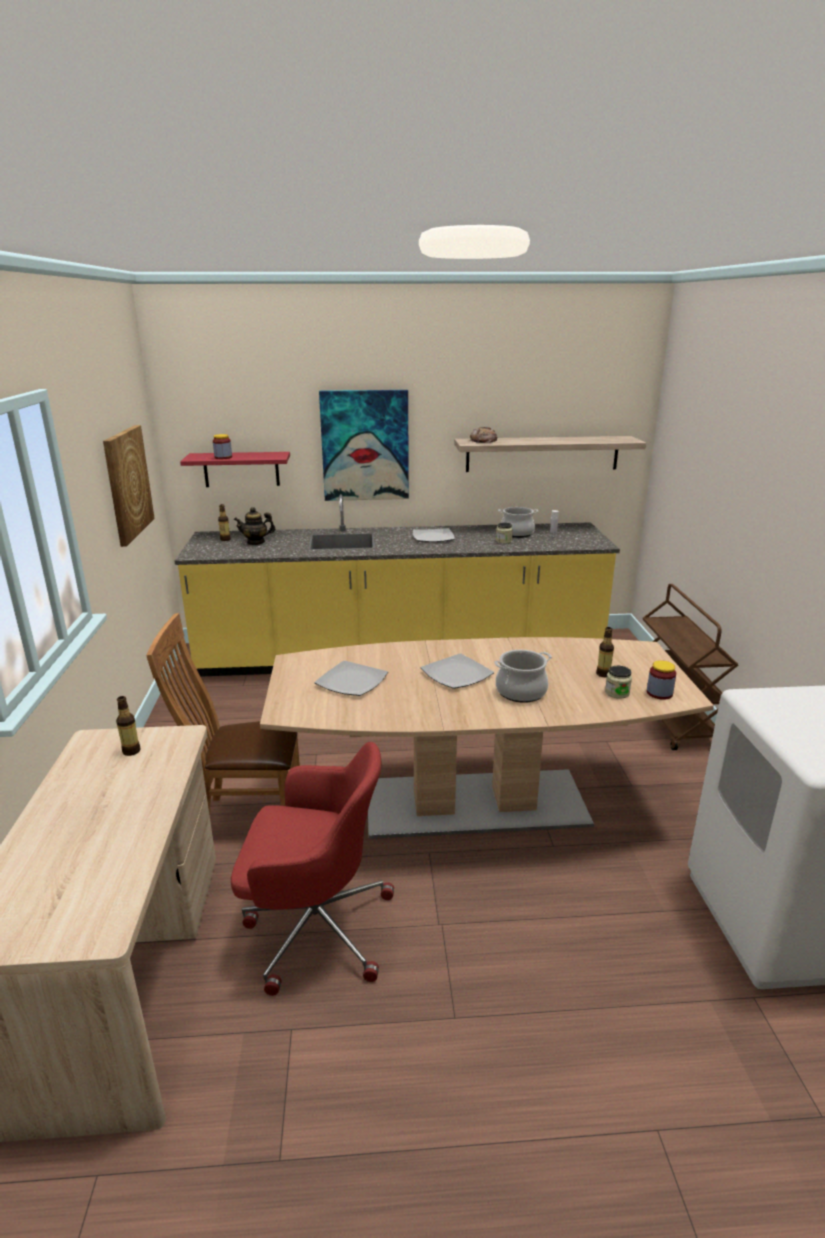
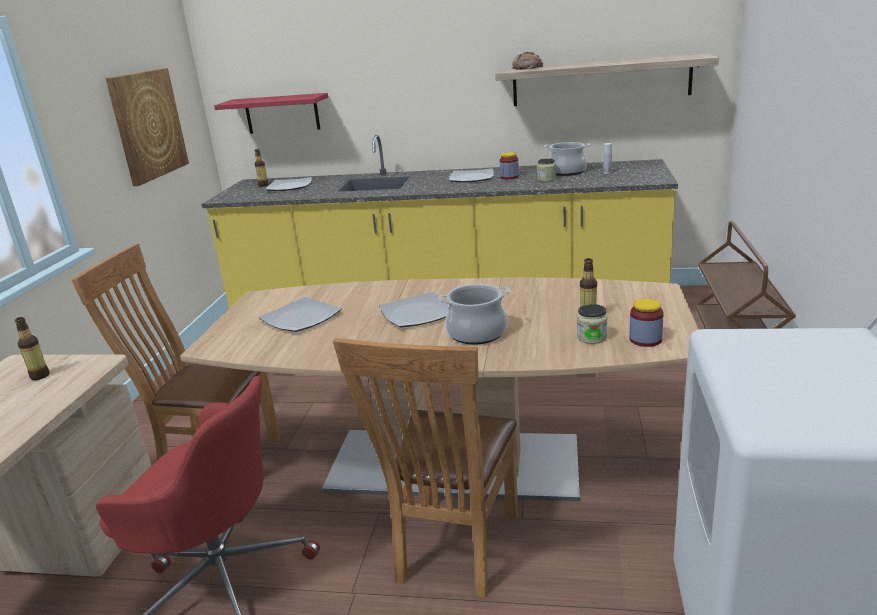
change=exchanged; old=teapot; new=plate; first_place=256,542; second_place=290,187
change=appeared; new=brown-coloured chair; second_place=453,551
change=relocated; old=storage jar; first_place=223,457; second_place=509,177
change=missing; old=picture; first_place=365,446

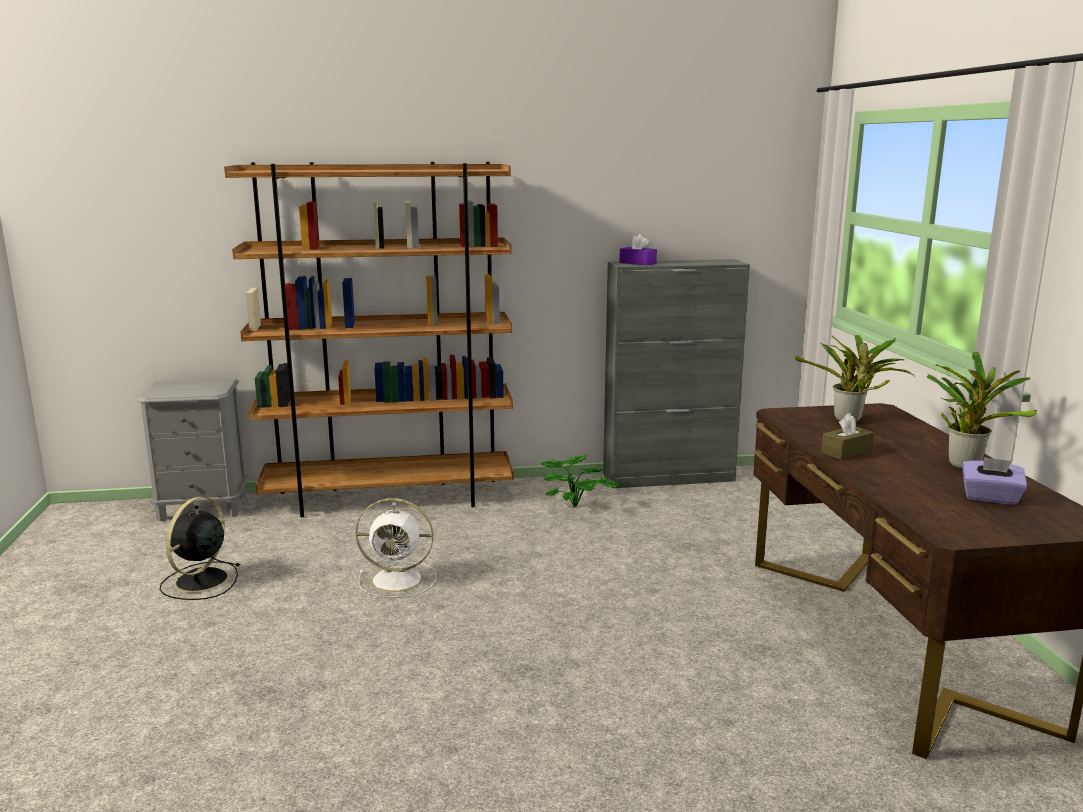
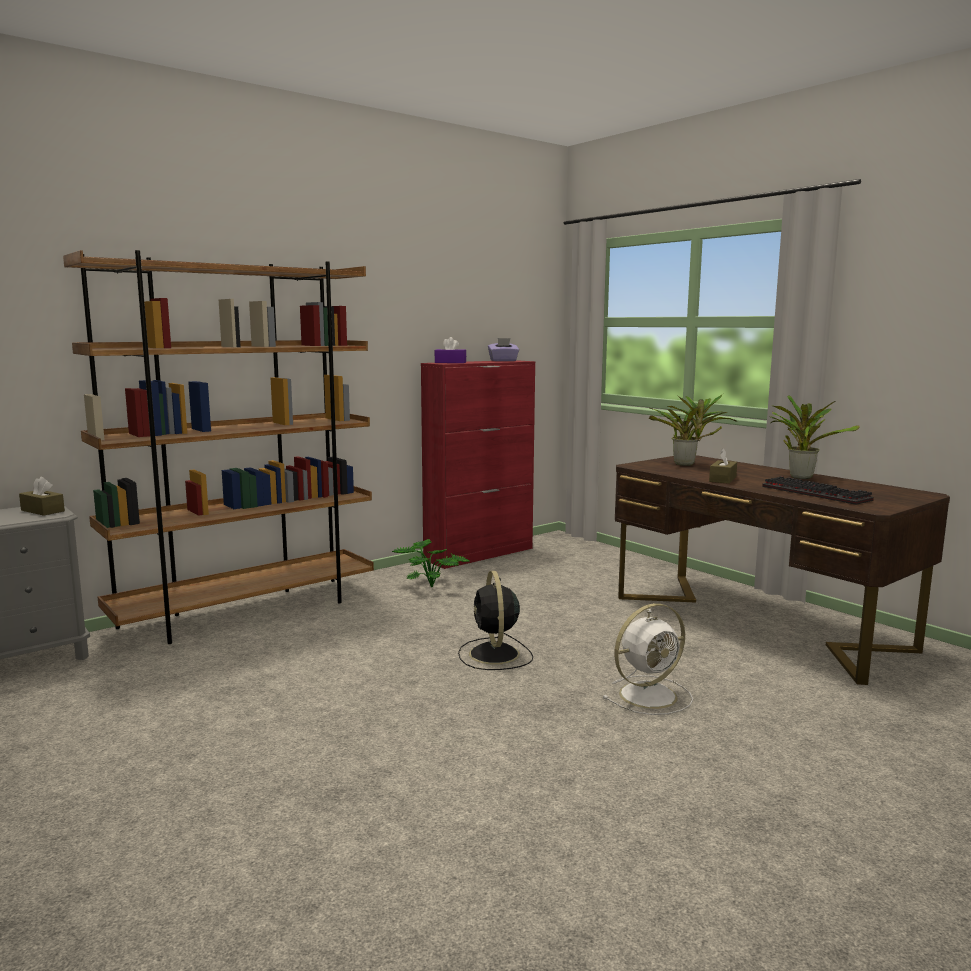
change=appeared; new=brown-coloured box of tissues; second_place=42,511
change=colour; old=grey storage cabinet; new=red-coloured storage cabinet; first_place=669,477; second_place=480,554
change=relocated; old=black fan; first_place=200,581; second_place=494,655
change=relocated; old=purple box of tissues; first_place=990,498; second_place=503,361
change=relocated; old=white-coloured fan; first_place=399,580; second_place=650,695
change=appeared; new=PC keyboard; second_place=818,493

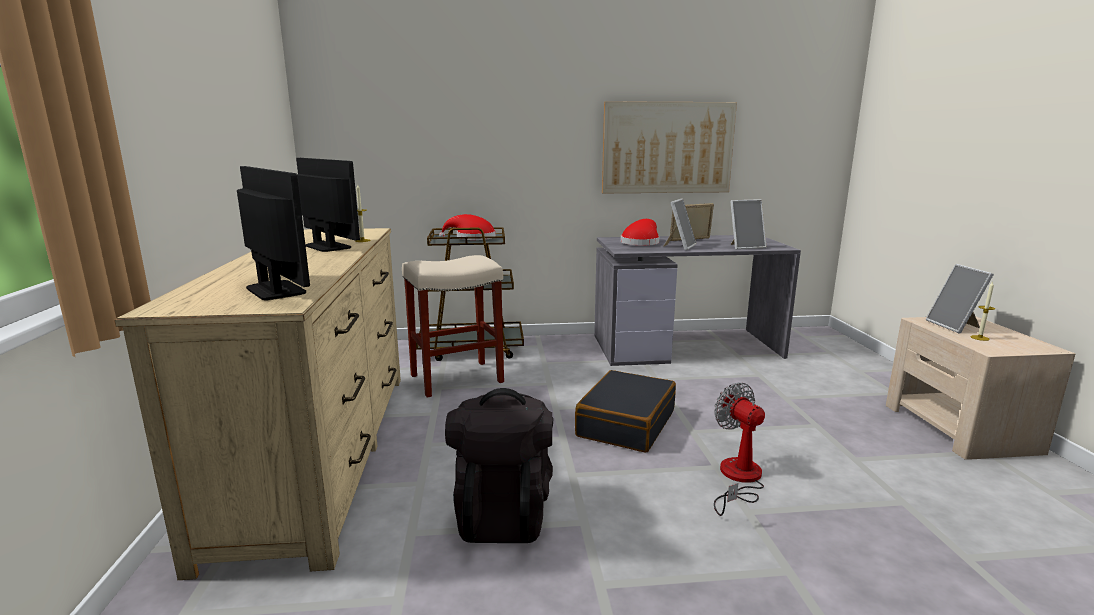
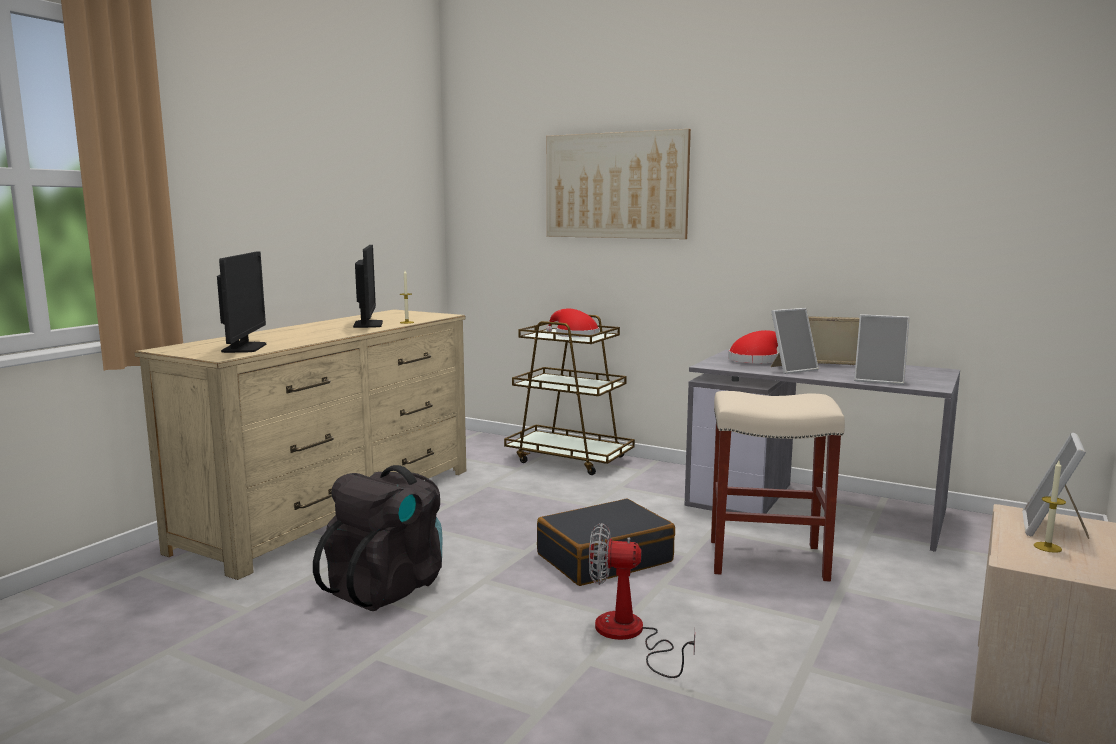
change=relocated; old=picture; first_place=667,148; second_place=615,185
change=spun; old=fan; first_place=738,479; second_place=629,635; degrees=-90
change=relocated; old=sand-coloured stool; first_place=455,379; second_place=765,560

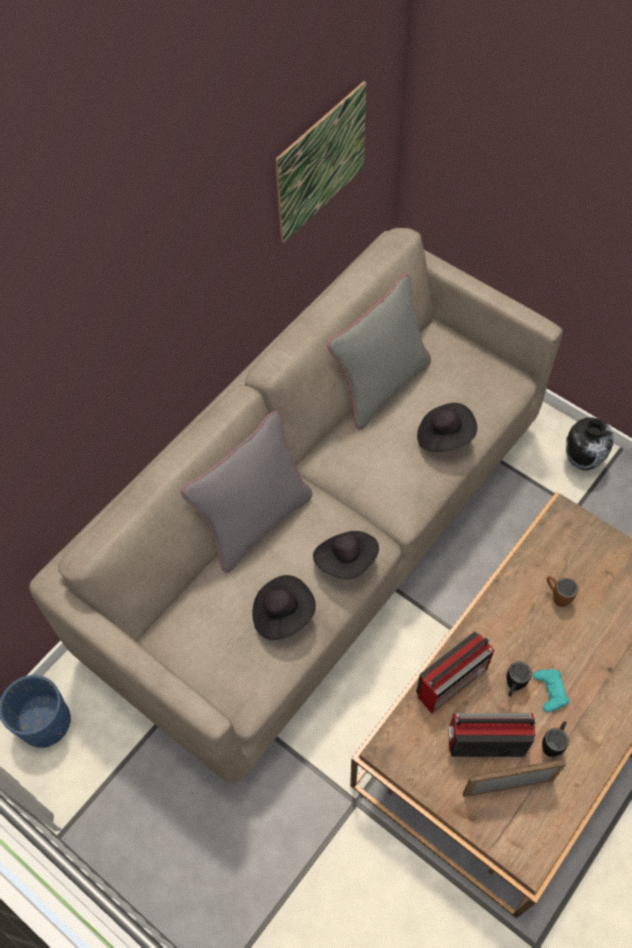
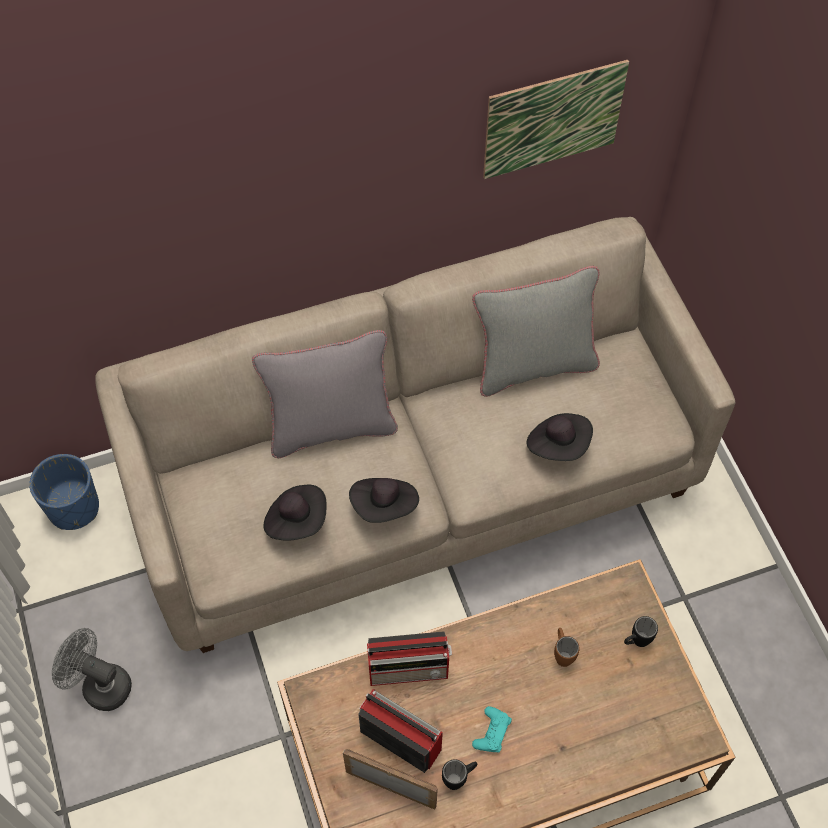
change=appeared; new=grey fan; second_place=100,685
change=relocated; old=black mug; first_place=512,687; second_place=636,642
change=missing; old=vase; first_place=582,461

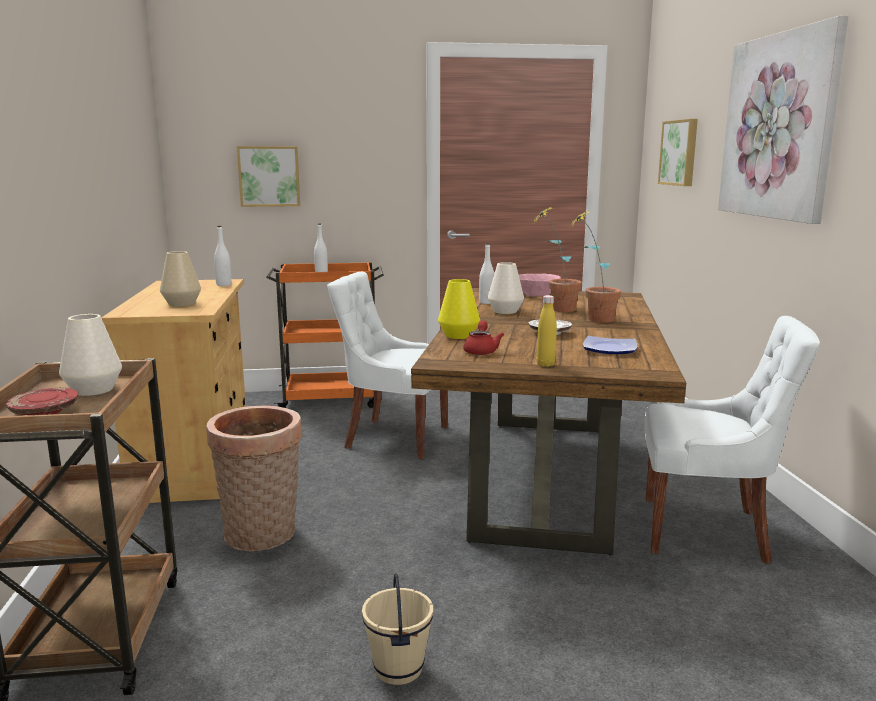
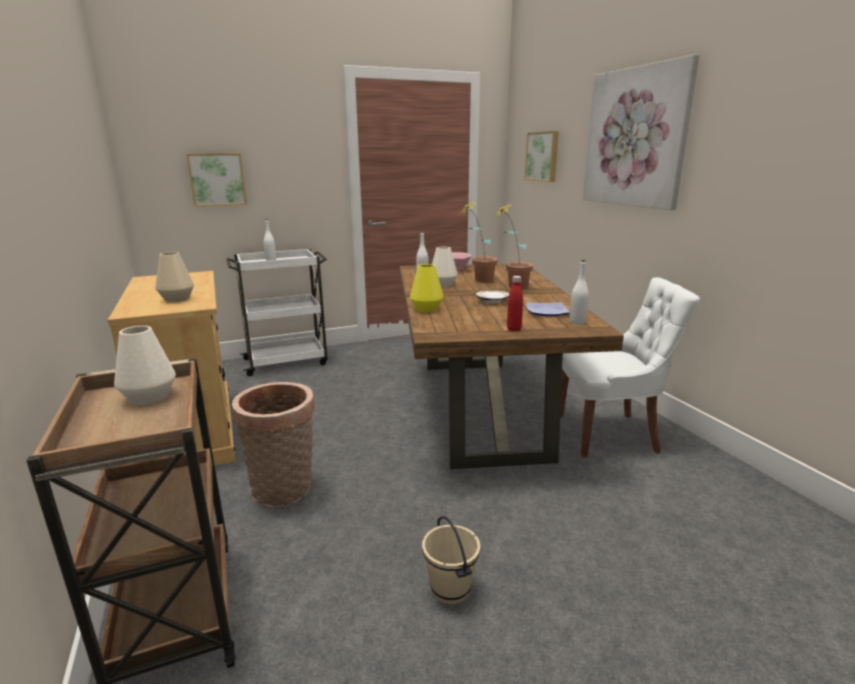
change=colour; old=orange-coloured wheeled cart; new=white-coloured wheeled cart; first_place=331,399; second_place=287,361
change=colour; old=yellowish bottle; new=red-coloured bottle; first_place=545,364; second_place=514,329
change=relocated; old=white-coloured bottle; first_place=223,285; second_place=577,322
change=missing; old=red-coloured plate; first_place=44,412
change=missing; old=white-coloured chair; first_place=394,437
change=missing; old=red-coloured teapot; first_place=481,351

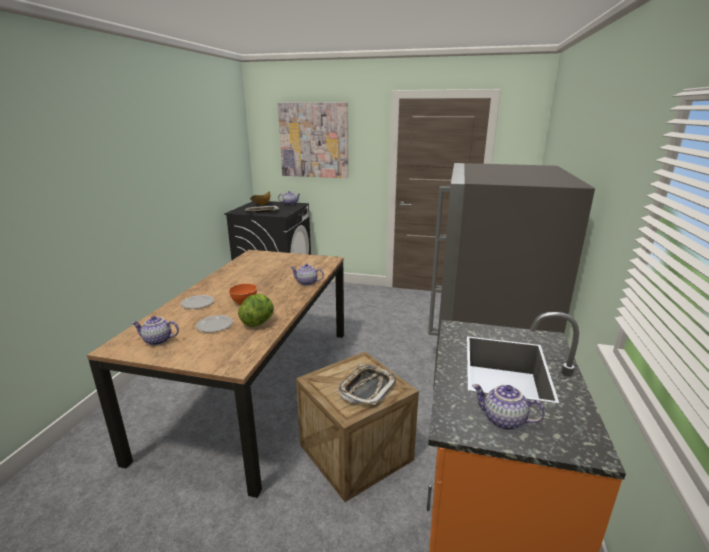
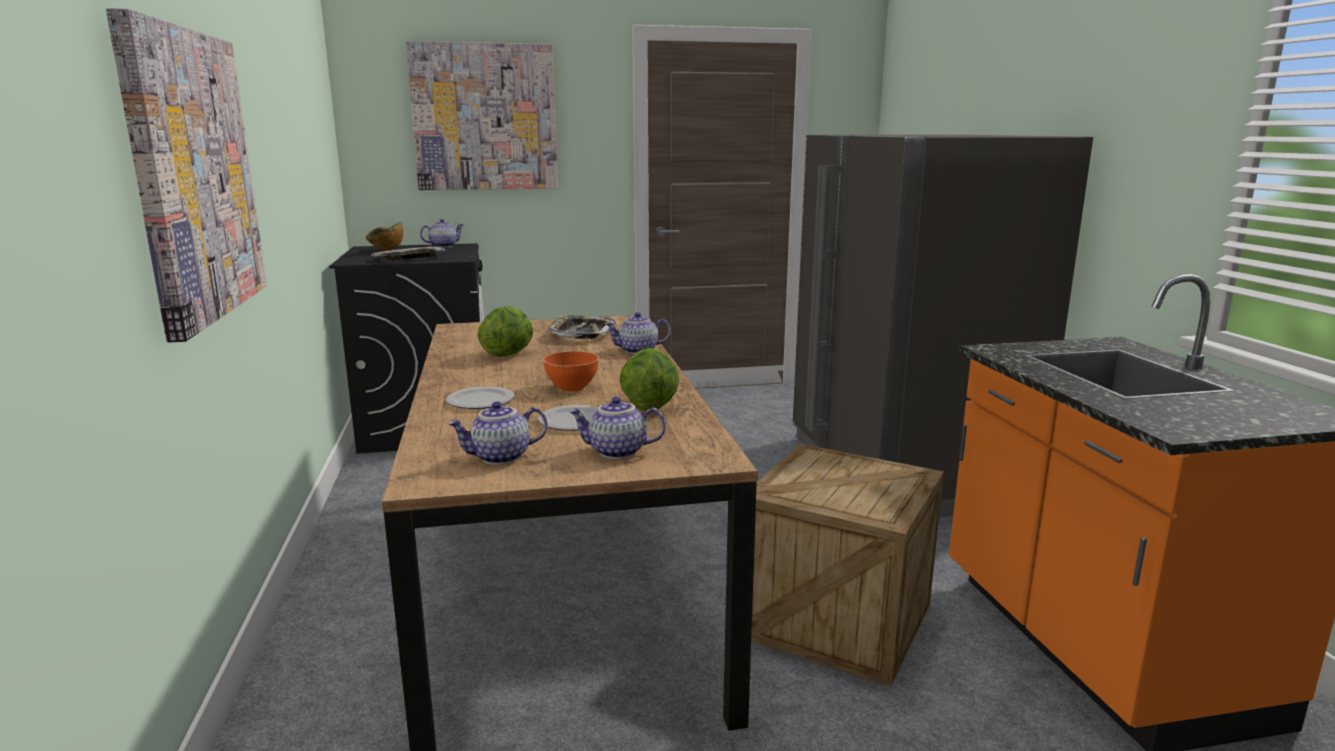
change=appeared; new=picture; second_place=193,176
change=appeared; new=lettuce; second_place=508,354
change=relocated; old=carrying tray; first_place=367,388; second_place=582,333
change=relocated; old=teapot; first_place=503,421; second_place=616,452

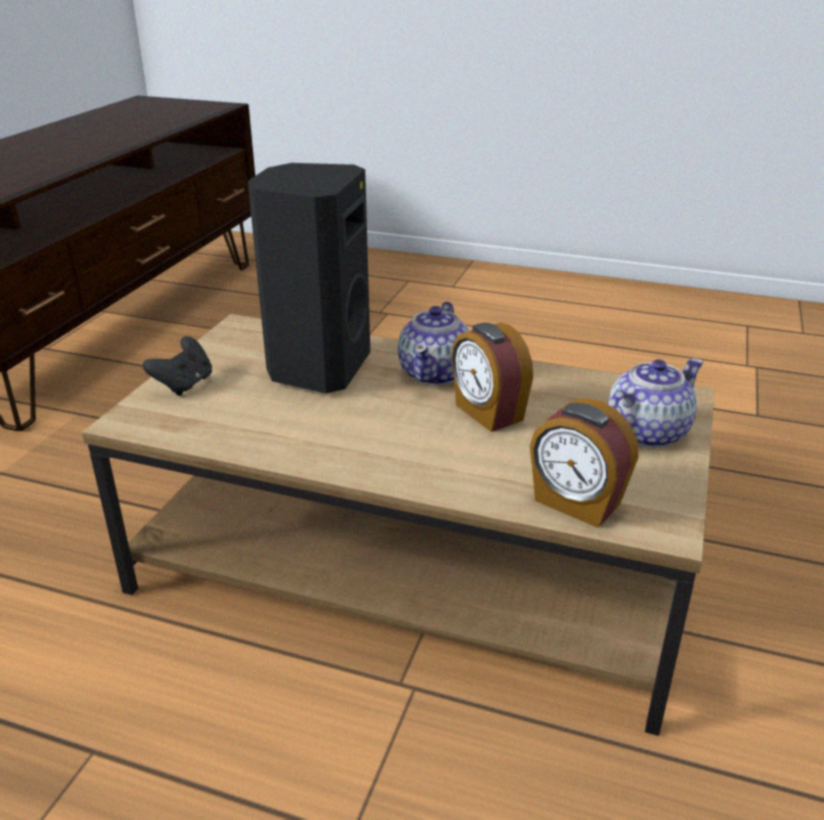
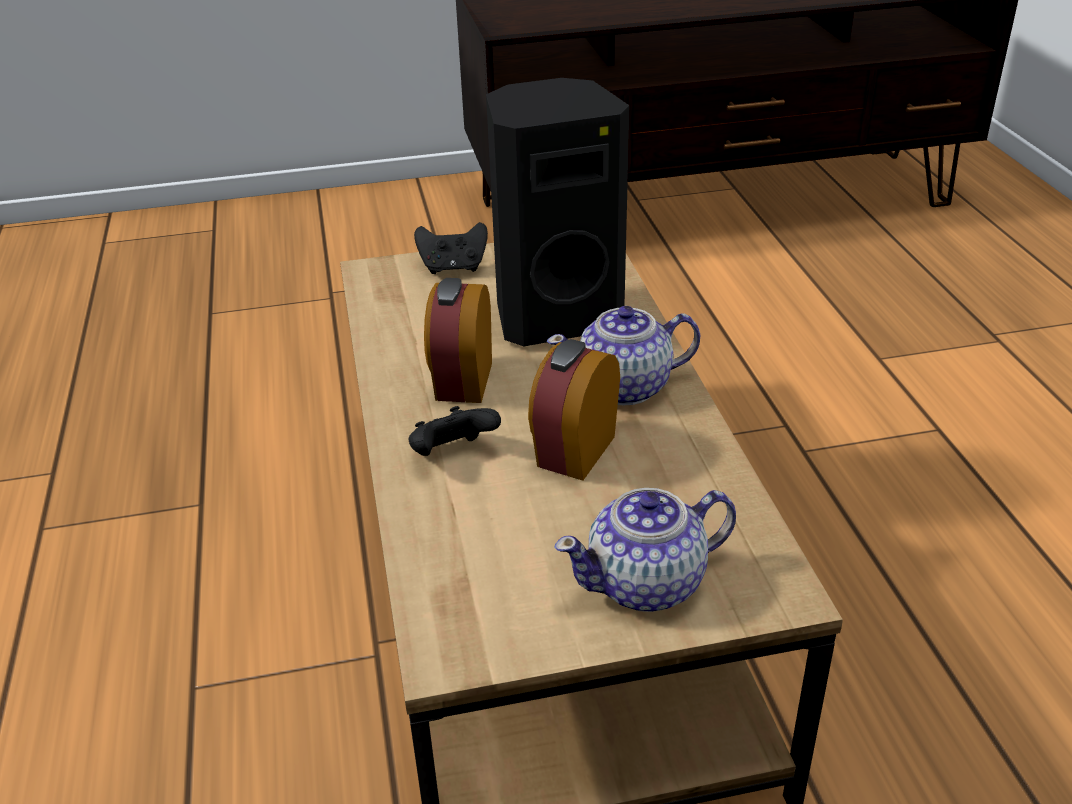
change=appeared; new=black game controller; second_place=452,454
change=relocated; old=bedside clock; first_place=576,503; second_place=462,381
change=spun; old=teapot; first_place=645,432; second_place=647,583; degrees=135

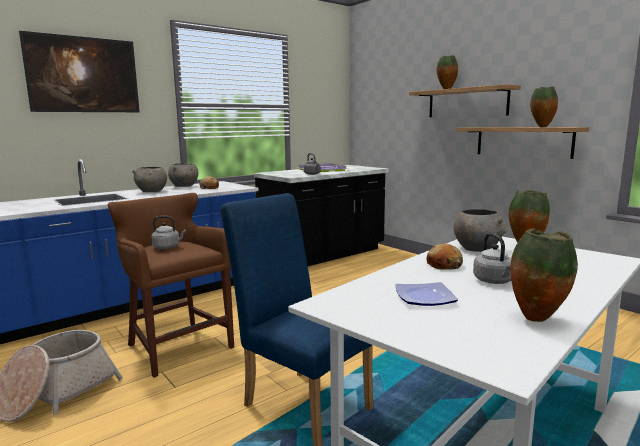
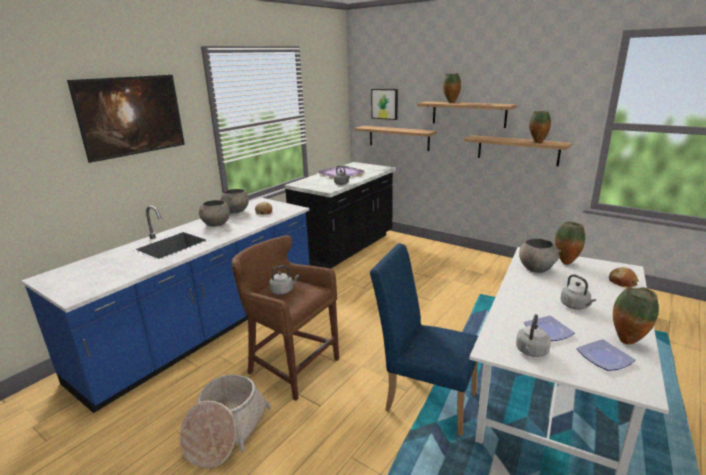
change=appeared; new=shelf; second_place=398,138
change=appeared; new=picture; second_place=385,104
change=appeared; new=grey kettle; second_place=531,352
change=appeared; new=plate; second_place=605,358
change=relocated; old=bread; first_place=444,265; second_place=622,282

